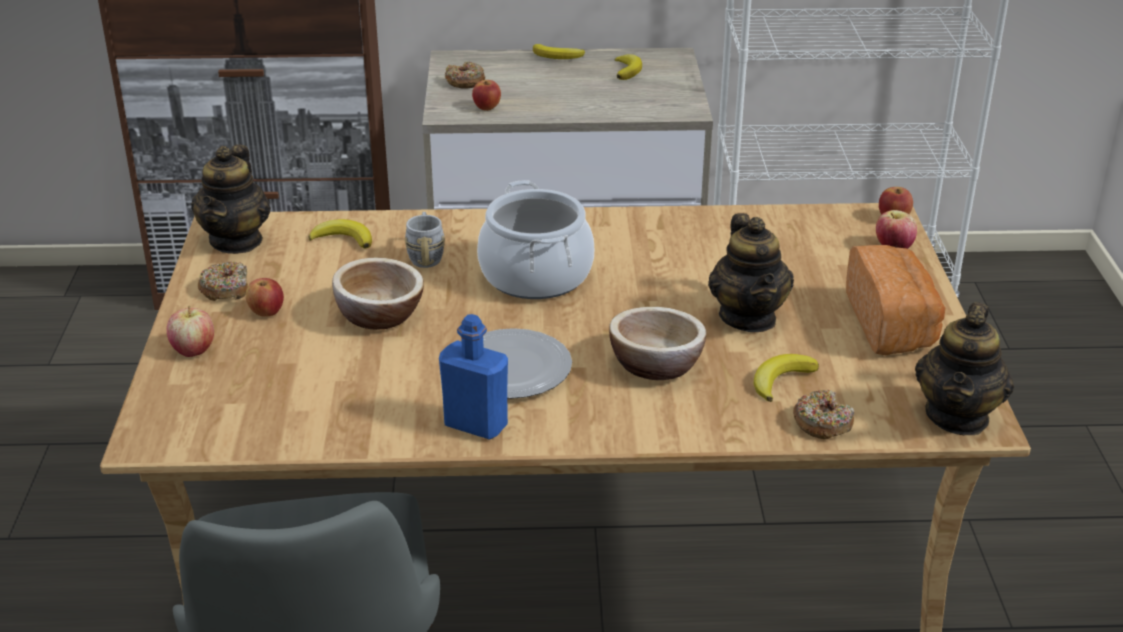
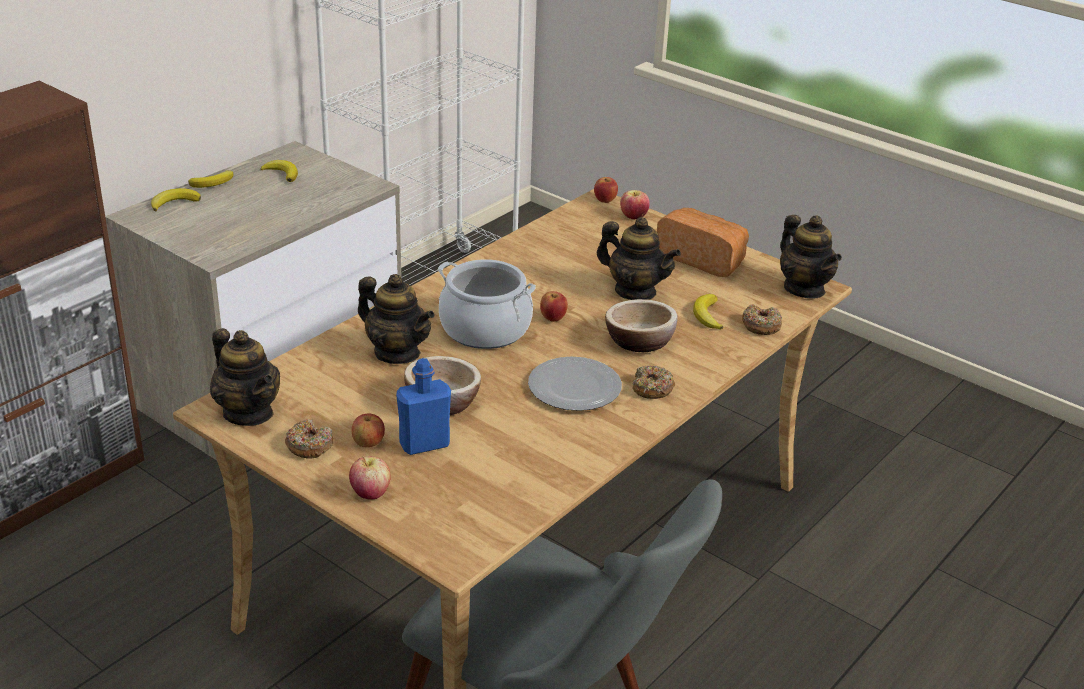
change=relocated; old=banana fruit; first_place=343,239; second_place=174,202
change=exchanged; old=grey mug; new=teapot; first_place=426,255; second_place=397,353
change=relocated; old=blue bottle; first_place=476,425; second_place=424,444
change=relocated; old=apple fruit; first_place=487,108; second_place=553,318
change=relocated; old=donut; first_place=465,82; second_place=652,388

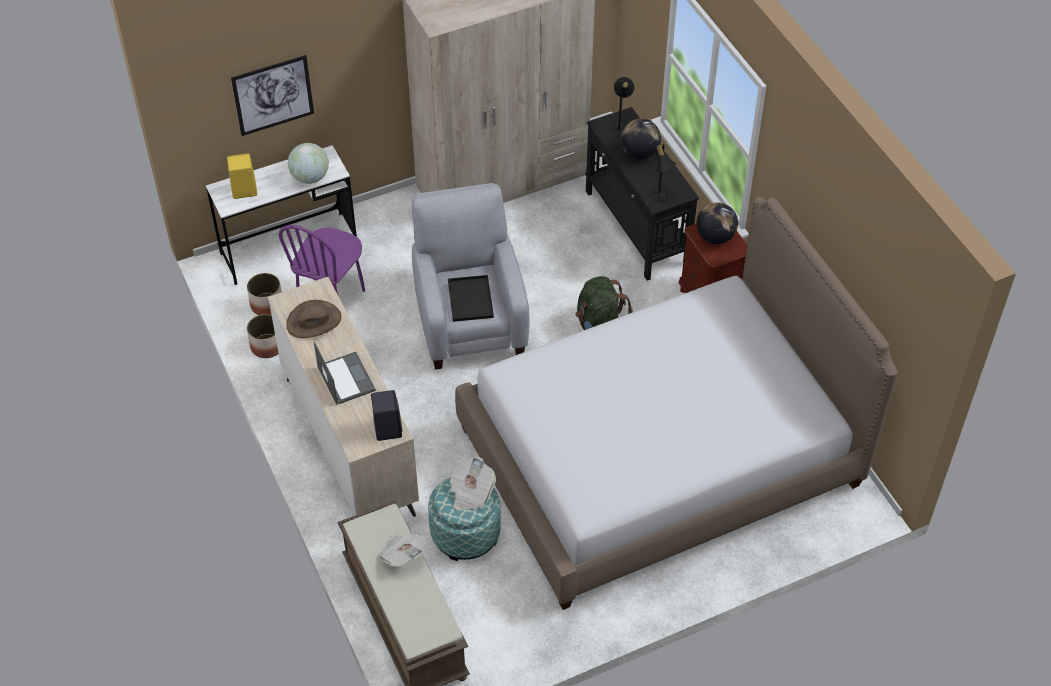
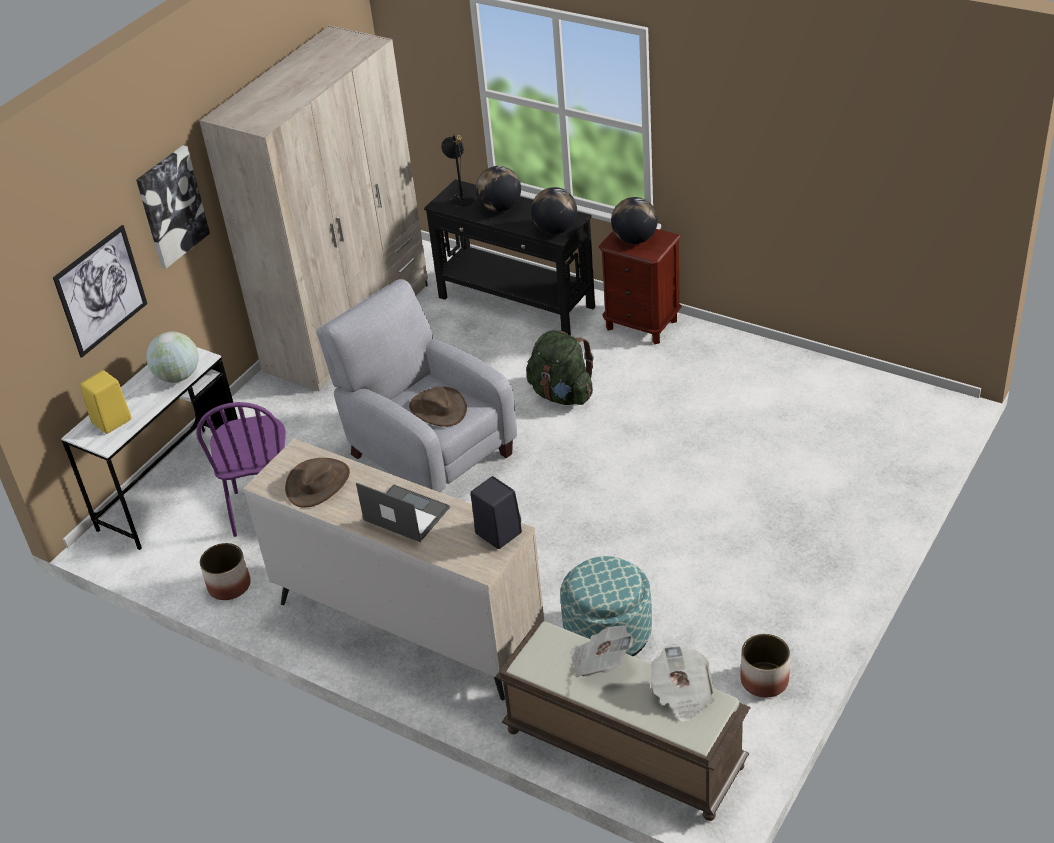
change=appeared; new=picture; second_place=171,206
change=exchanged; old=black carrying tray; new=brown-coloured hat; first_place=469,298; second_place=438,409
change=exchanged; old=black table lamp; new=world globe; first_place=660,196; second_place=555,230
change=relocated; old=newspaper; first_place=471,492; second_place=682,694
change=relocated; old=flower pot; first_place=267,305; second_place=765,680
change=missing; old=sleeping bed; first_place=660,456

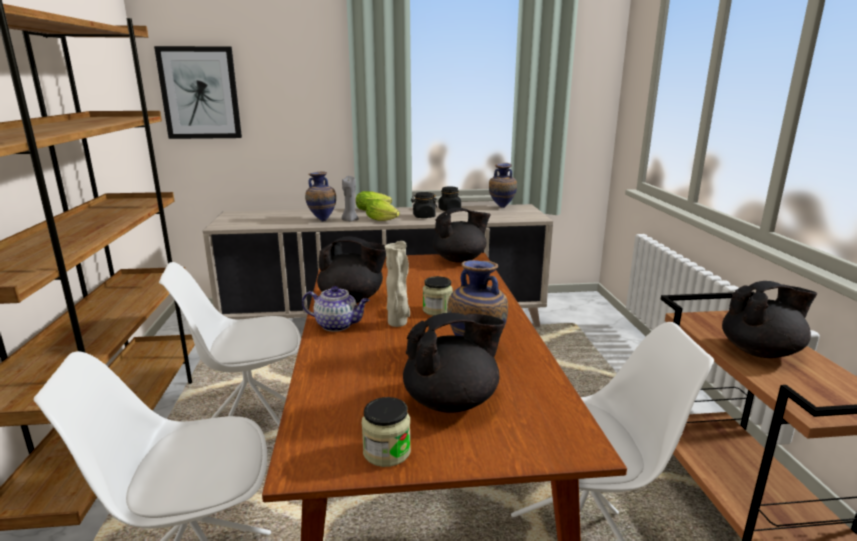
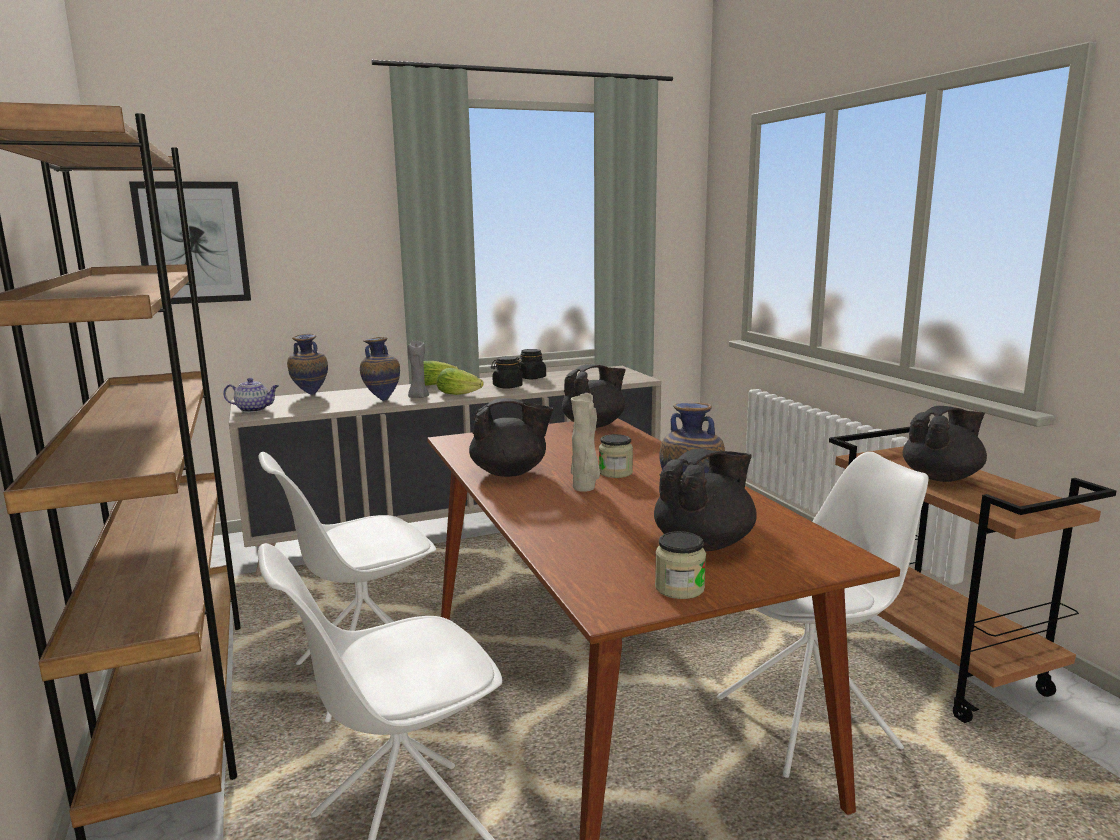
change=relocated; old=teapot; first_place=337,325; second_place=254,409
change=relocated; old=vase; first_place=501,208; second_place=310,395

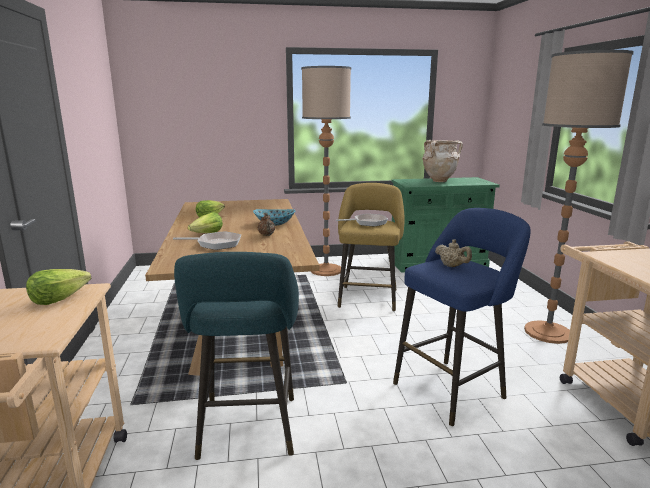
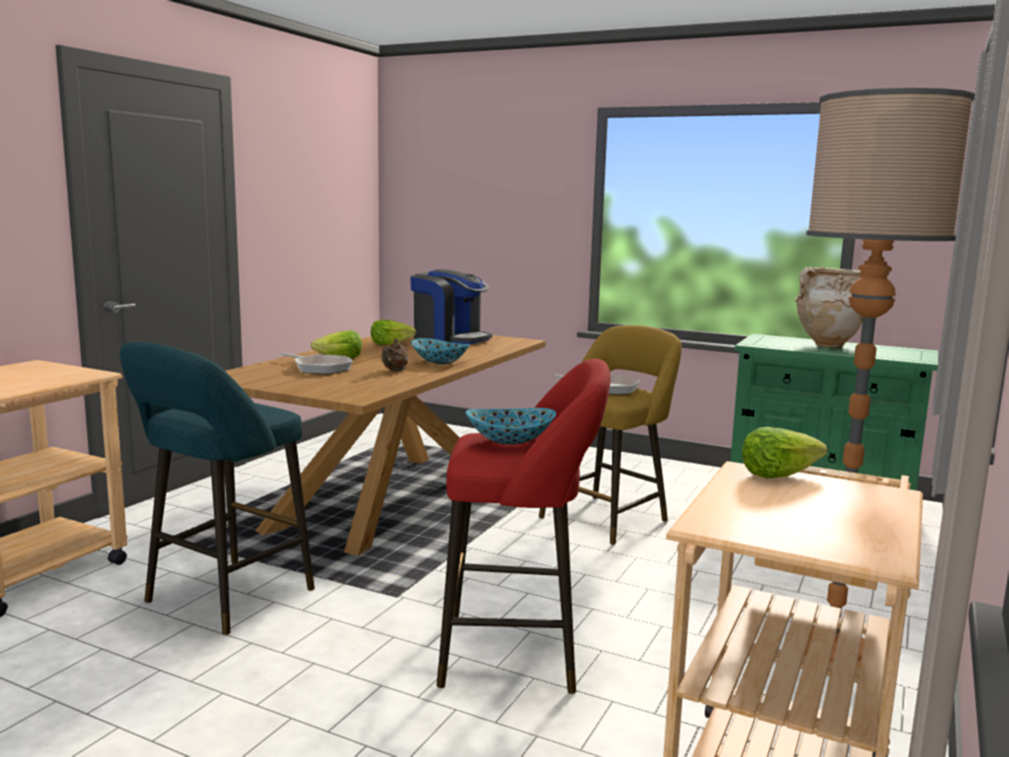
change=appeared; new=coffee machine; second_place=449,339
change=colour; old=blue stool; new=red-coloured stool; first_place=453,388; second_place=519,654
change=exchanged; old=sand-coloured teapot; new=serving bowl; first_place=452,266; second_place=510,441
change=relocated; old=lettuce; first_place=59,299; second_place=778,474
change=missing; old=standing lamp; first_place=326,270

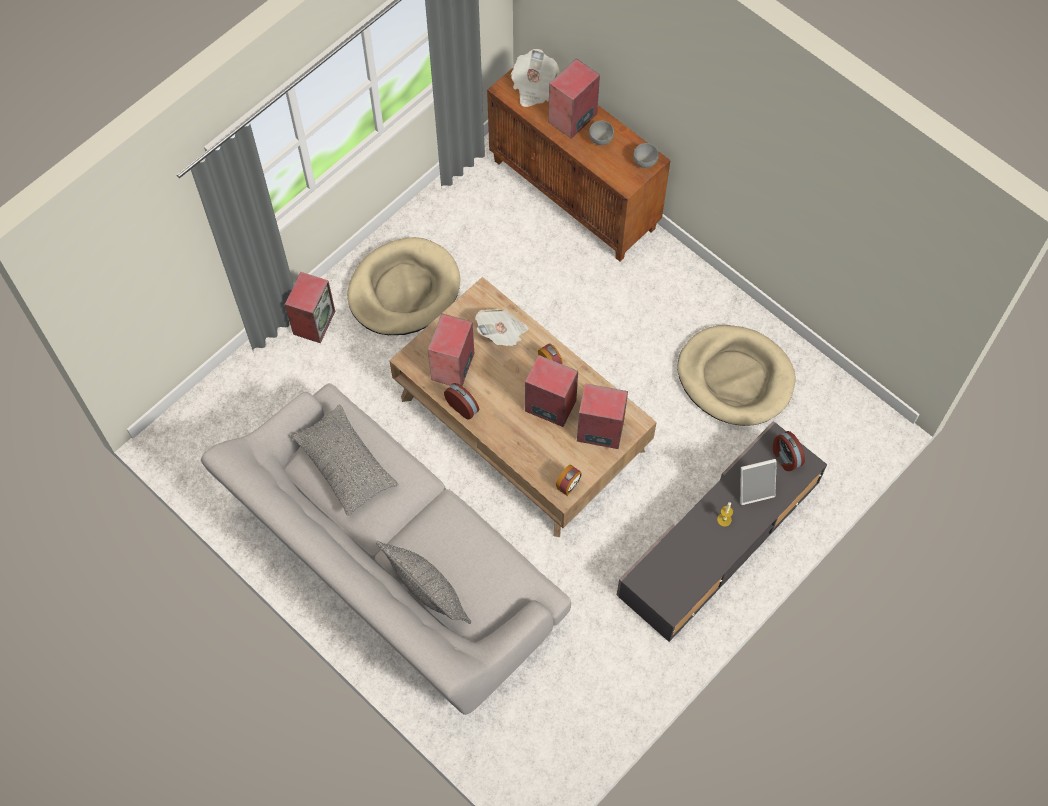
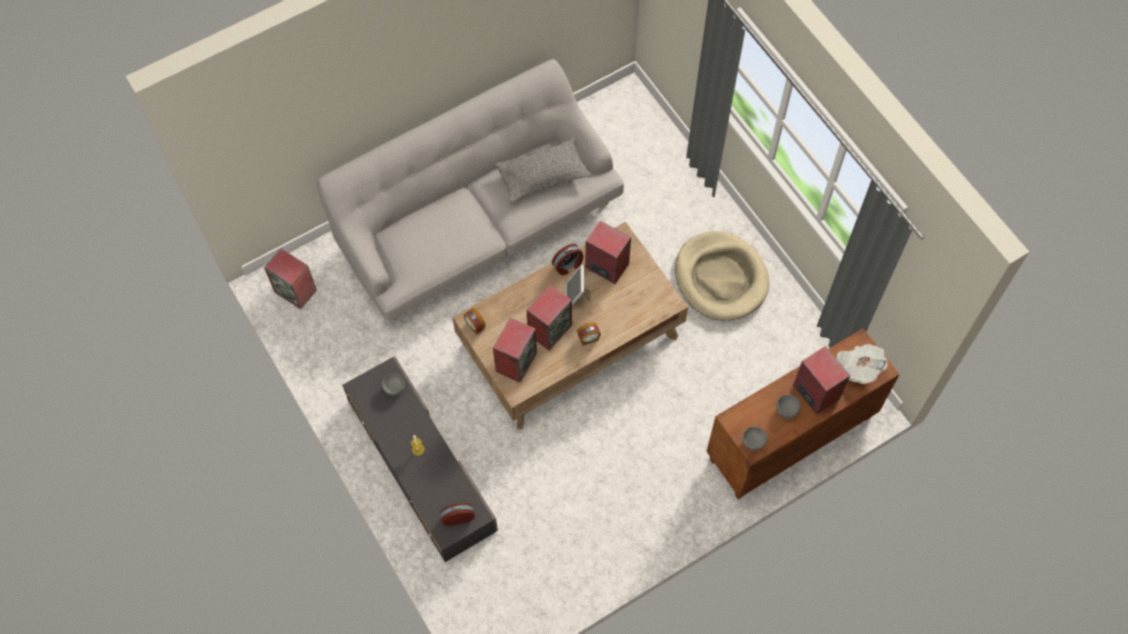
change=relocated; old=loudspeaker; first_place=314,322; second_place=296,291
change=appeared; new=grey serving bowl; second_place=394,388
change=relocated; old=picture frame; first_place=754,489; second_place=576,297
change=missing; old=grey pillow; first_place=426,590
change=missing; old=newspaper; first_place=502,333
change=missing; old=sand-coloured dog bed; first_place=735,377

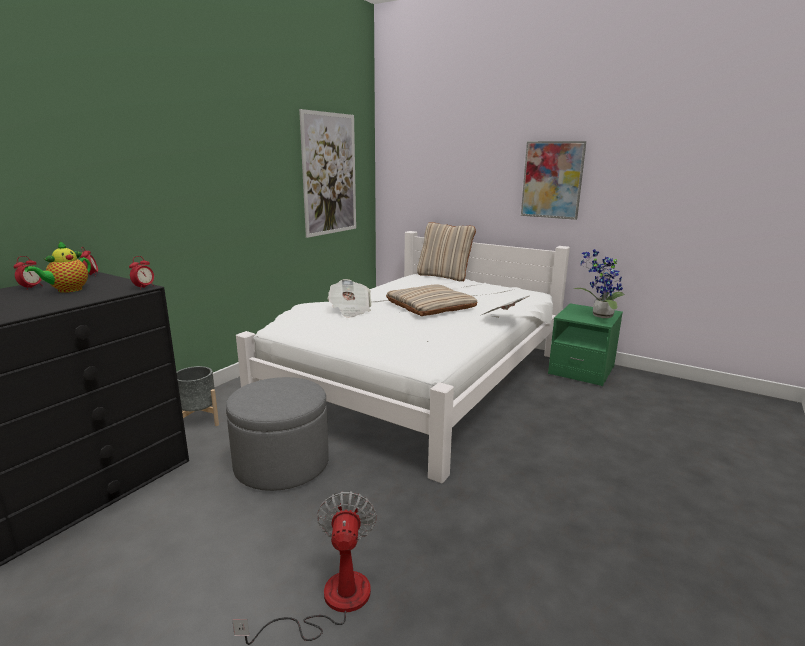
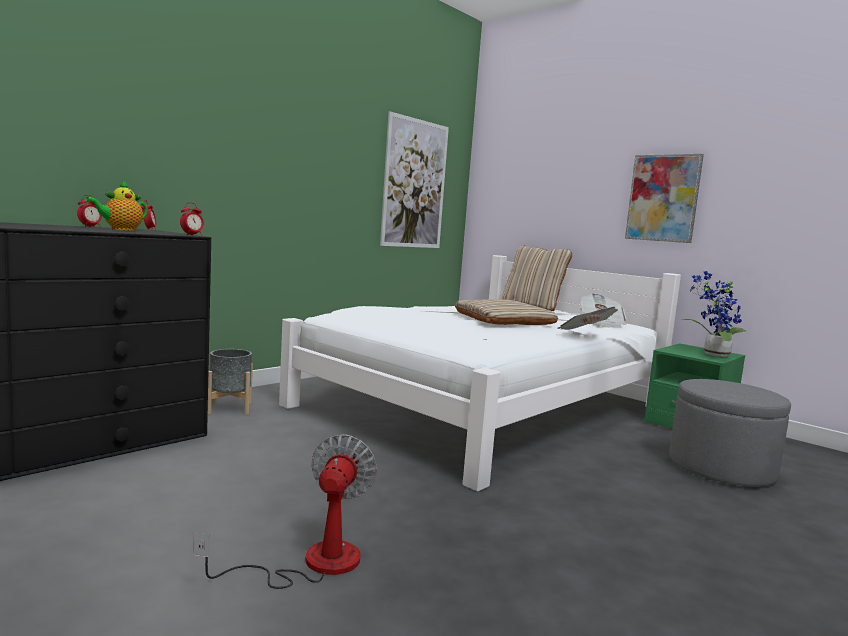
change=relocated; old=newspaper; first_place=350,310; second_place=601,323
change=relocated; old=grey pouffe; first_place=282,464; second_place=721,468

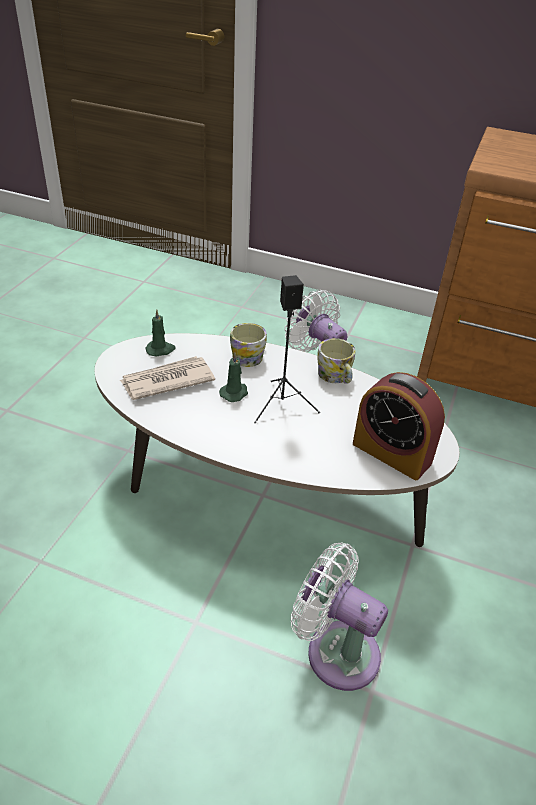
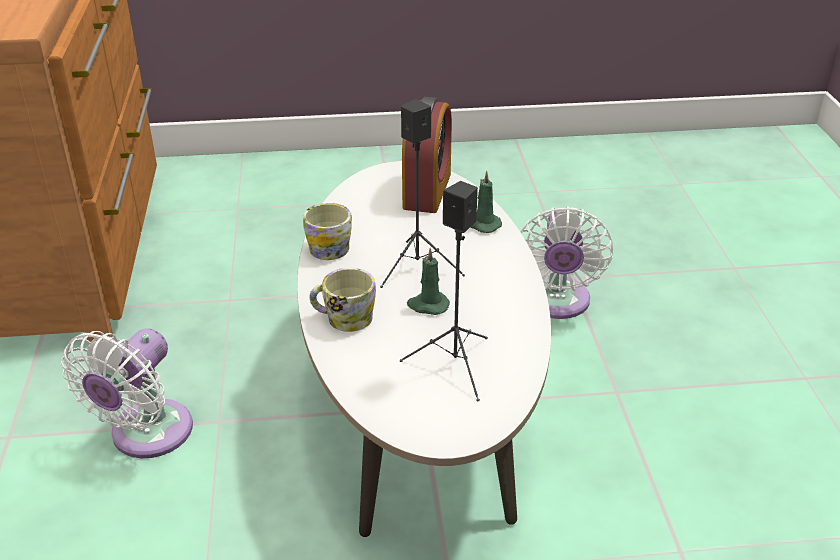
change=exchanged; old=newspaper; new=black loudspeaker; first_place=166,381; second_place=456,366
change=relocated; old=green wax candle; first_place=160,350; second_place=482,224

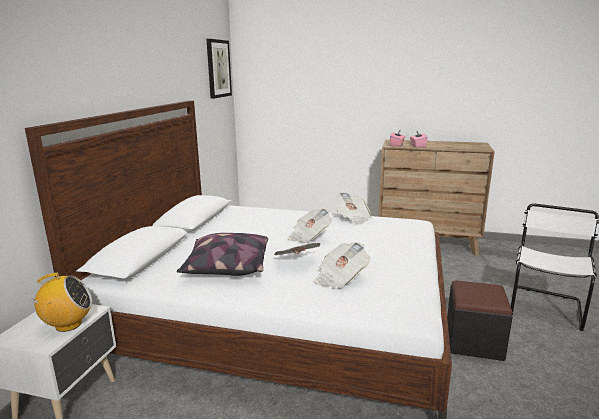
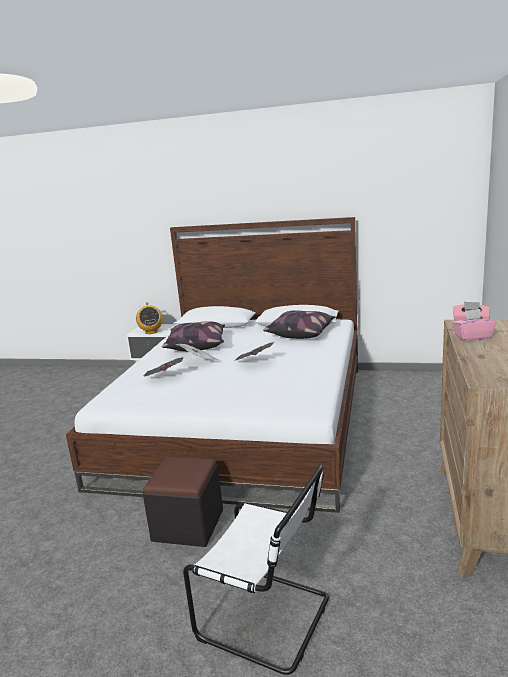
change=appeared; new=pillow; second_place=301,333
change=missing; old=picture; first_place=218,68
change=missing; old=newspaper; first_place=352,218

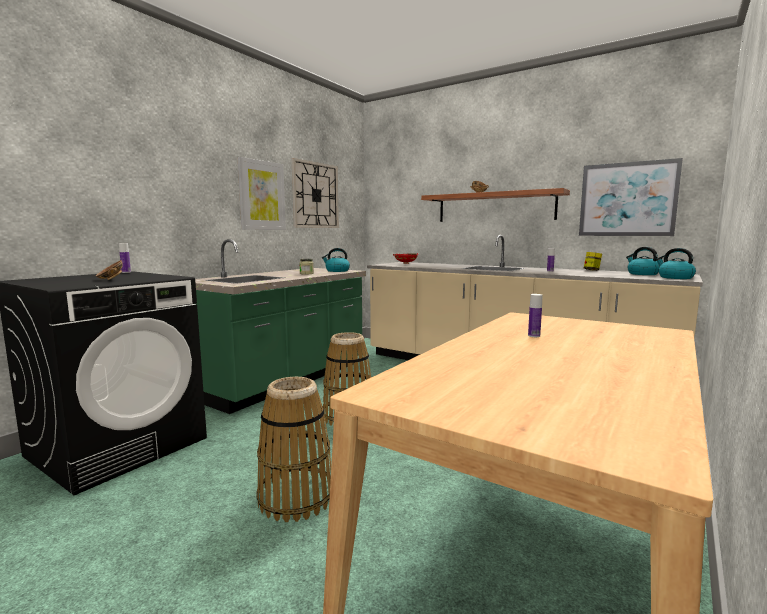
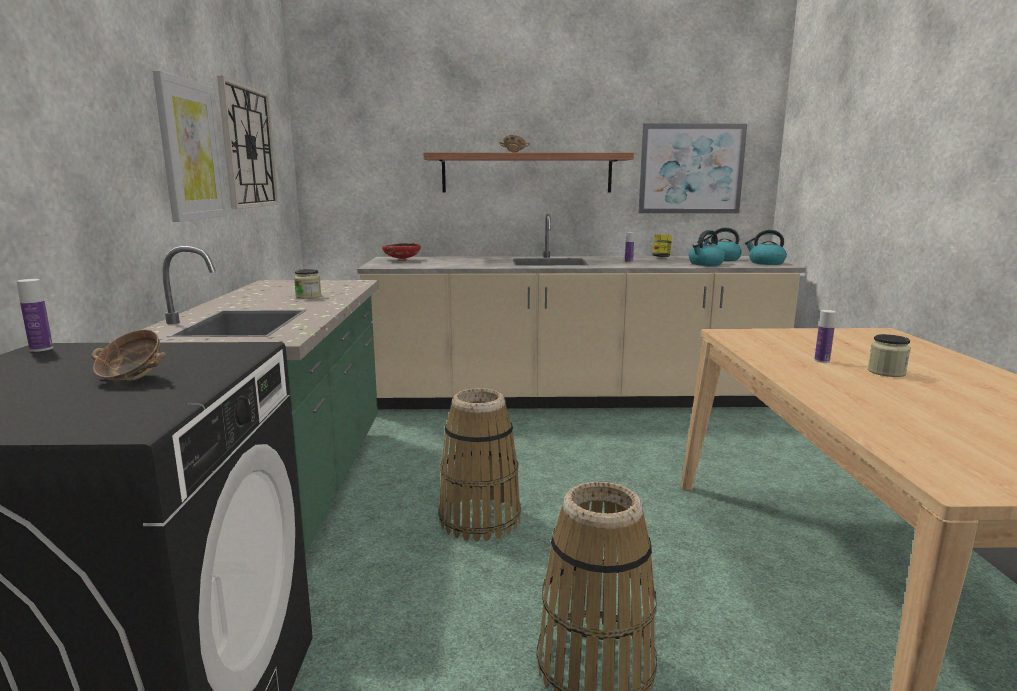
change=relocated; old=kettle; first_place=337,271; second_place=705,264
change=appeared; new=storage jar; second_place=886,372

